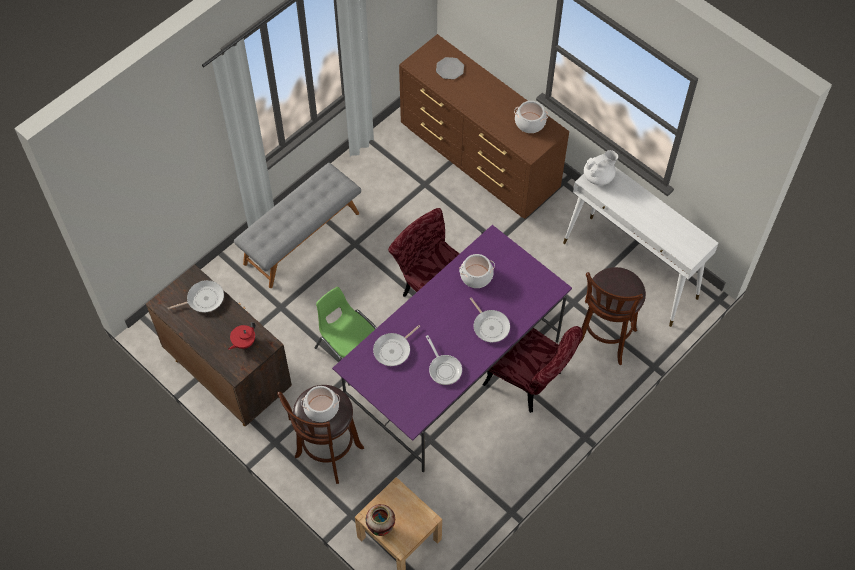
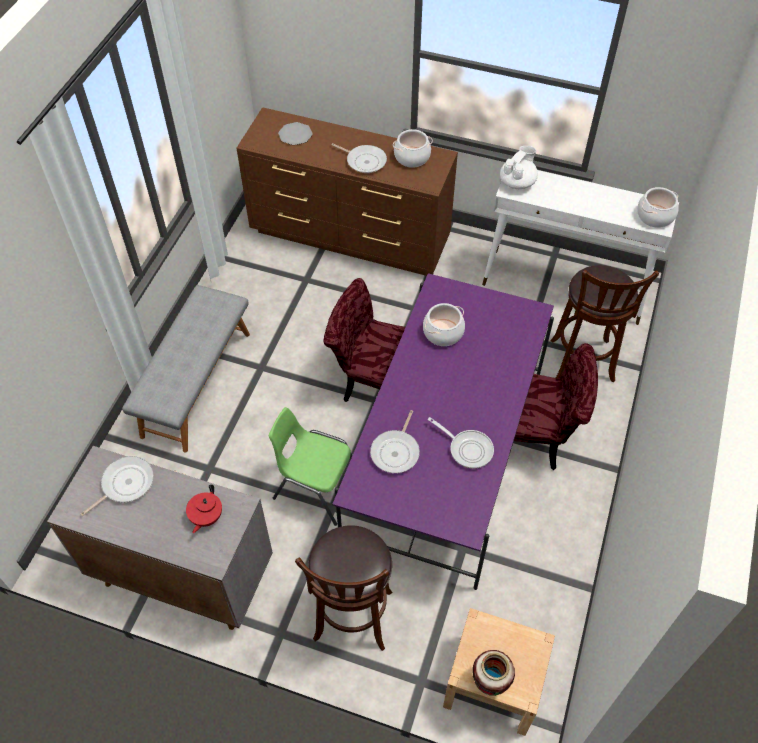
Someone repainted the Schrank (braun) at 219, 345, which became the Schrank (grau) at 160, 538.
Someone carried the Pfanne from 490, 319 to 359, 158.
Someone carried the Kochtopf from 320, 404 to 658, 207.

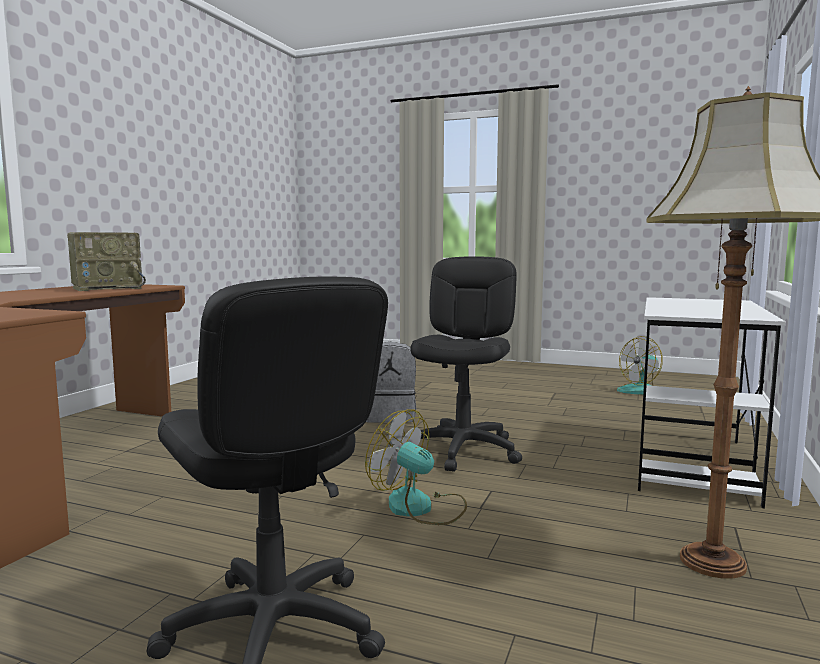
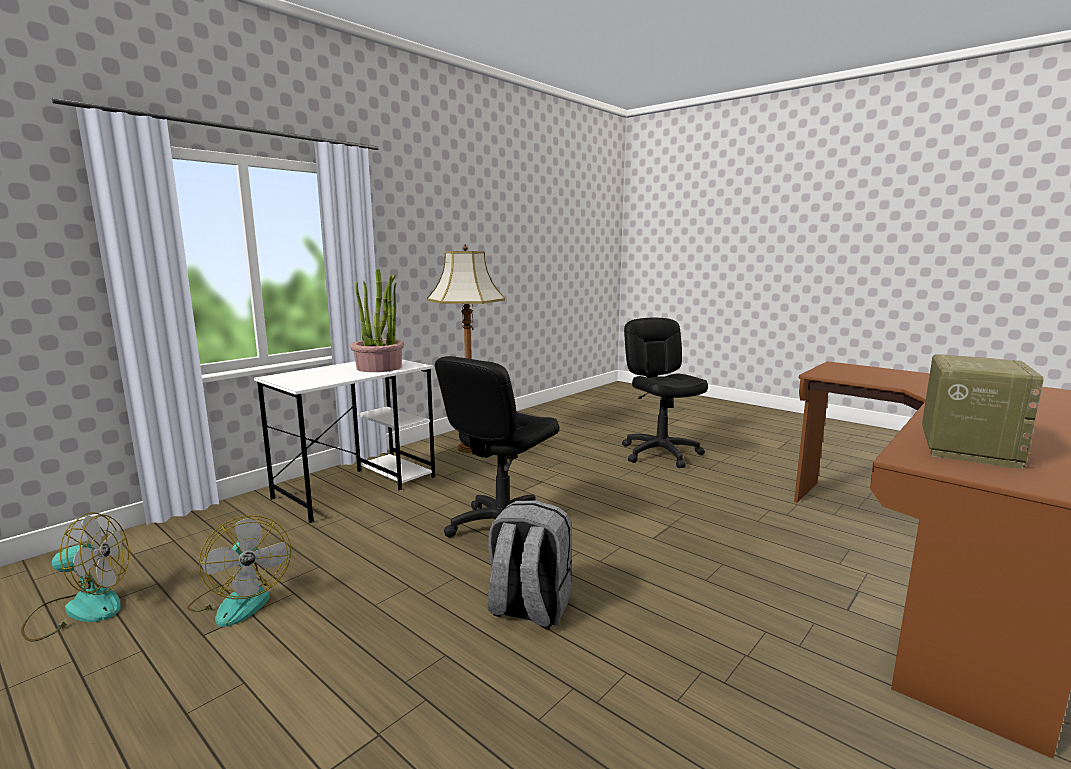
Someone rotated the Radio at 106, 261 by 135 degrees clockwise.
Someone carried the Ventilator from 416, 467 to 239, 571.
Someone put down the Topfpflanze at 377, 320.

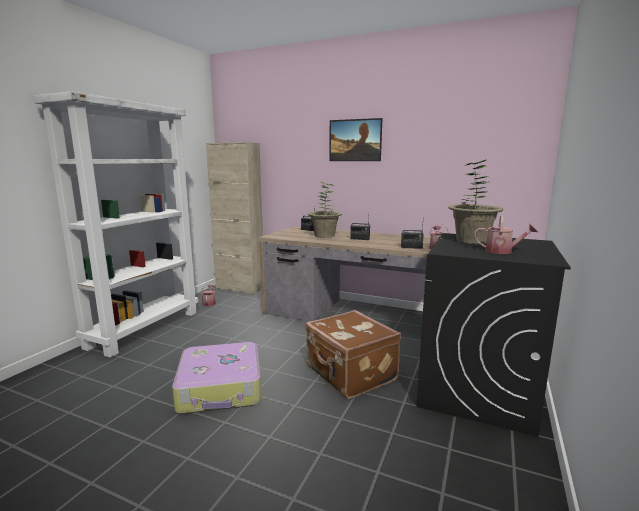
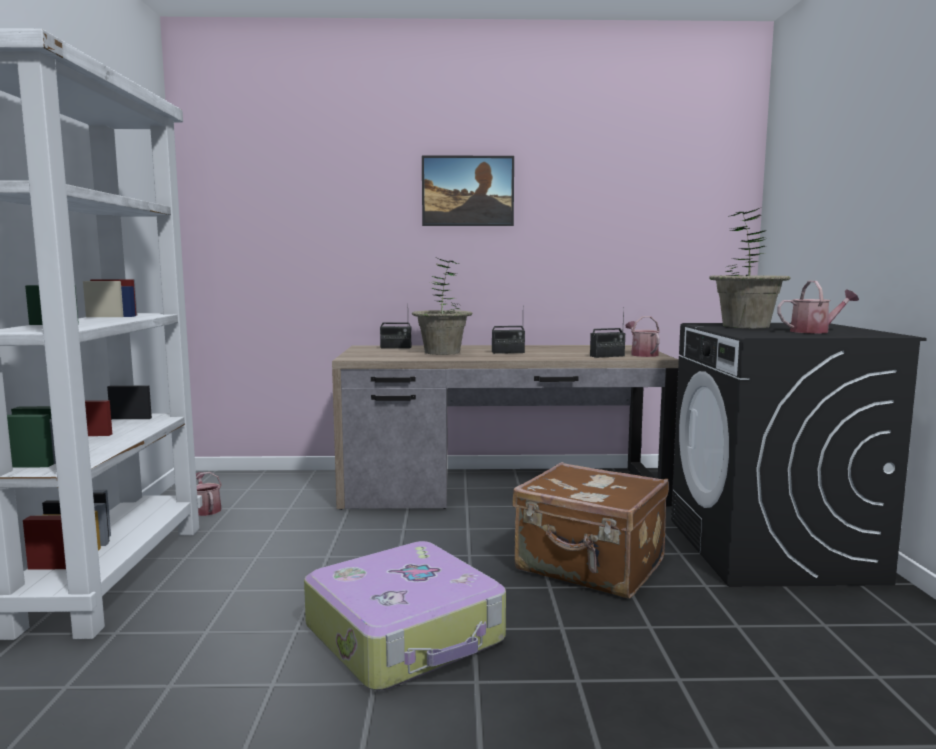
Someone took away the Schrank (beige) at 234, 218.

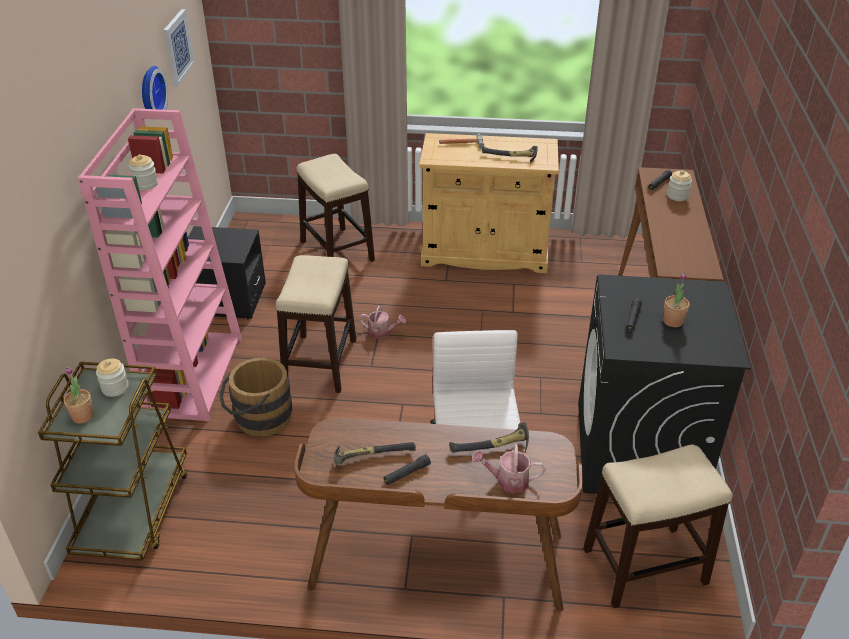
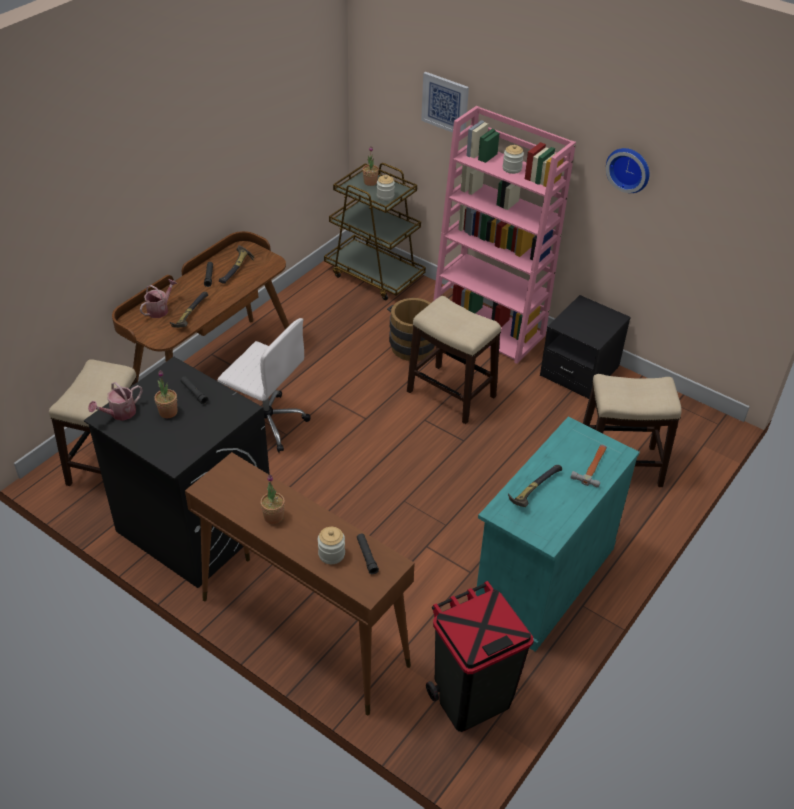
Someone carried the Bild from 179, 47 to 445, 102.
Someone repainted the Schrank (beige) at 489, 203, which became the Schrank (türkis) at 558, 534.
Someone carried the Gießkanne from 382, 322 to 115, 401.
Someone put down the Topfpflanze at 272, 499.
Someone put down the Mülleimer (schwarz) at 480, 656.

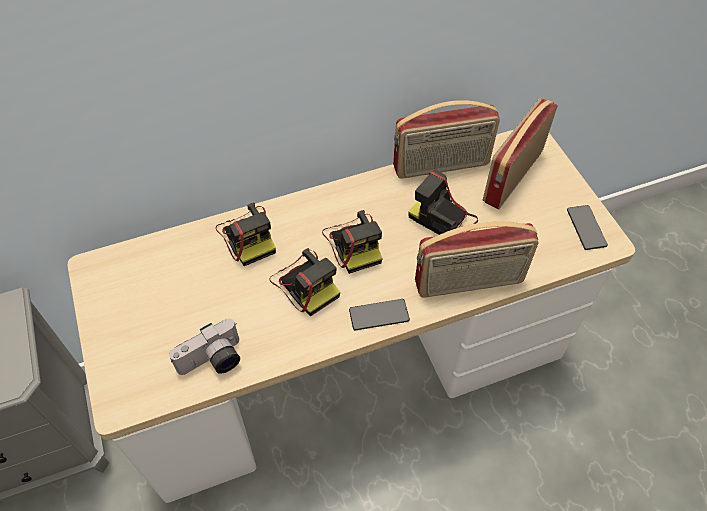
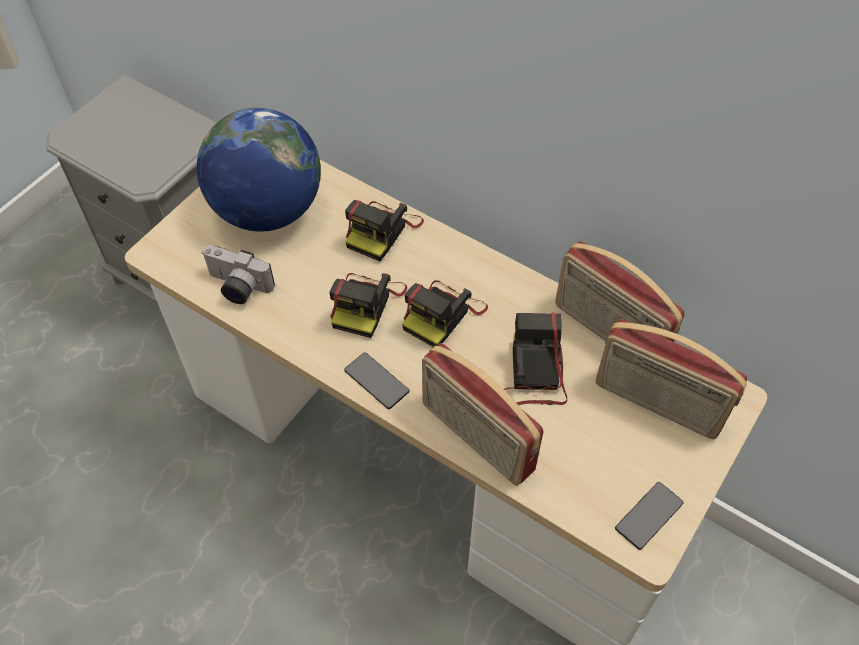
Someone rotated the Radio at 520, 154 by 150 degrees counterclockwise.
Someone put down the Globus at 259, 170.

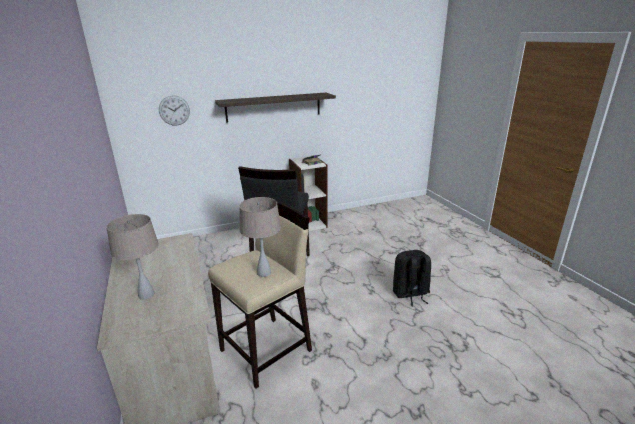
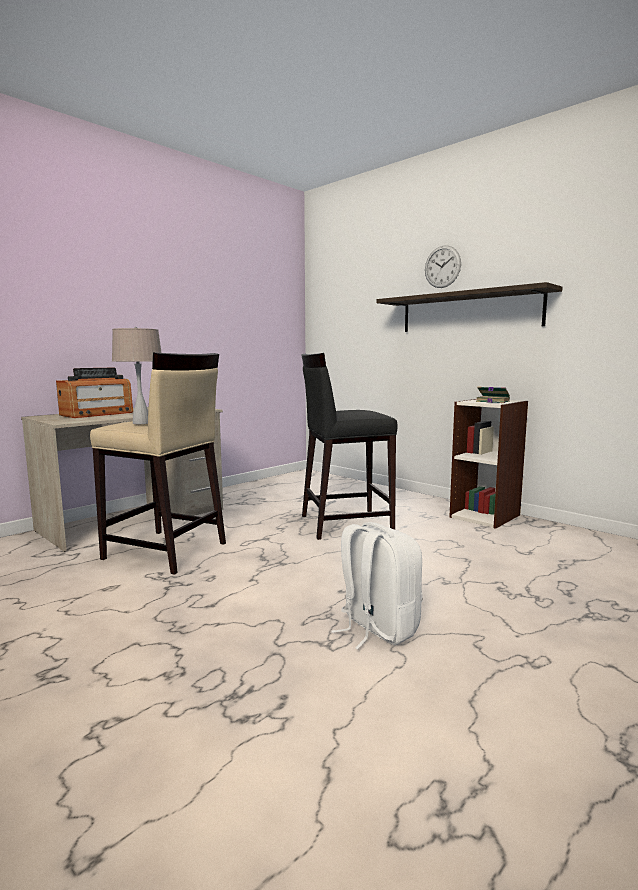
Someone carried the Wanduhr from 174, 110 to 443, 266.
Someone swapped the Tischlampe (beige) at 132, 257 for the Radio at 94, 392.
Someone repainted the Rucksack (schwarz) at 412, 278, which became the Rucksack (weiß) at 377, 586.

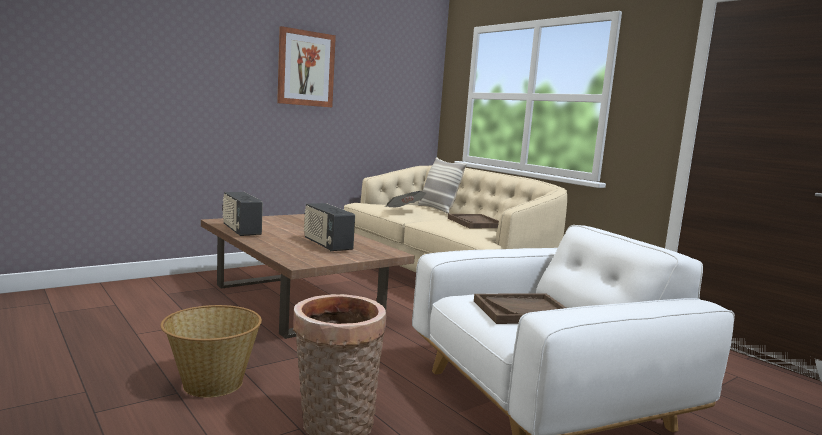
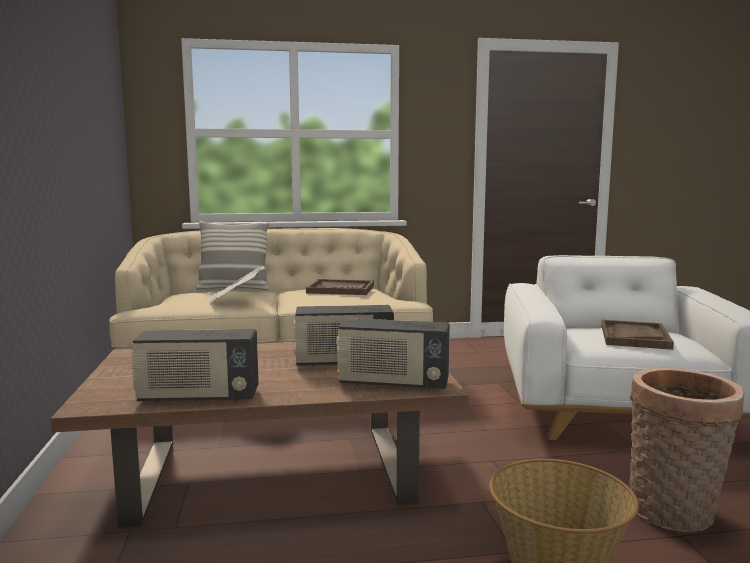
Someone took away the Bild at 306, 66.
Someone put down the Radio at 393, 354.

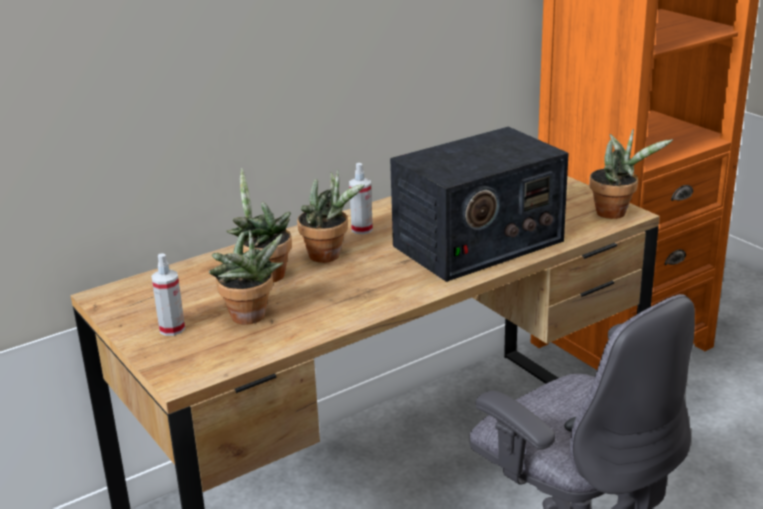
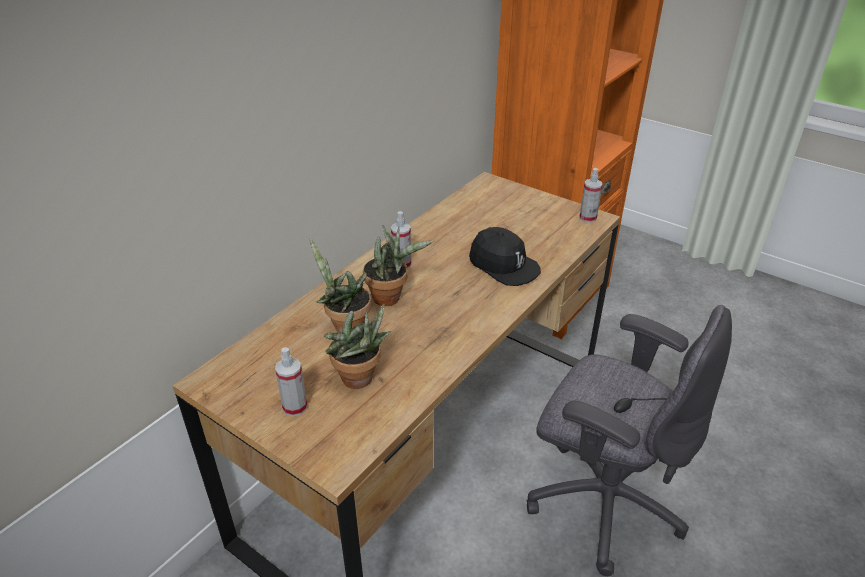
Someone swapped the Radio at 479, 204 for the Kappe (schwarz) at 505, 256.
Someone swapped the Topfpflanze at 631, 174 for the Sprühflasche at 591, 195.

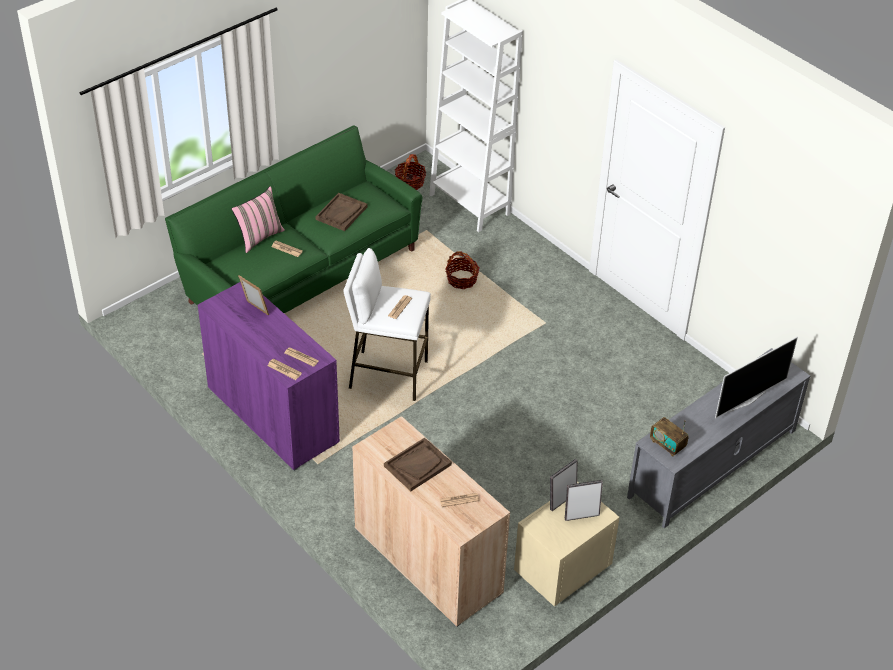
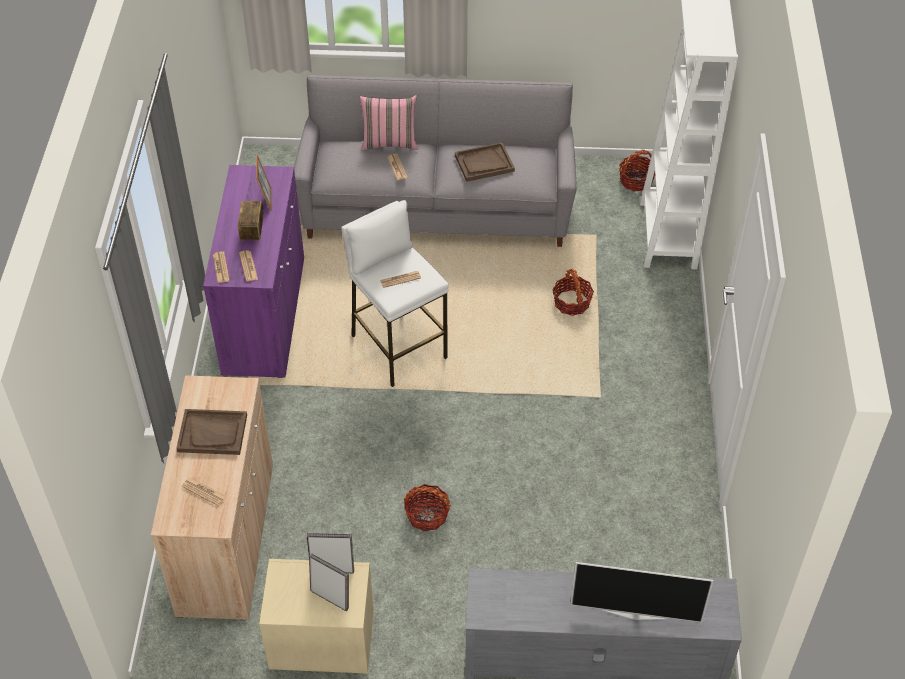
Someone repainted the Sofa (grün) at 293, 219, which became the Sofa (grau) at 435, 161.
Someone carried the Radio from 669, 437 to 251, 221.
Someone put down the Korb at 427, 507.

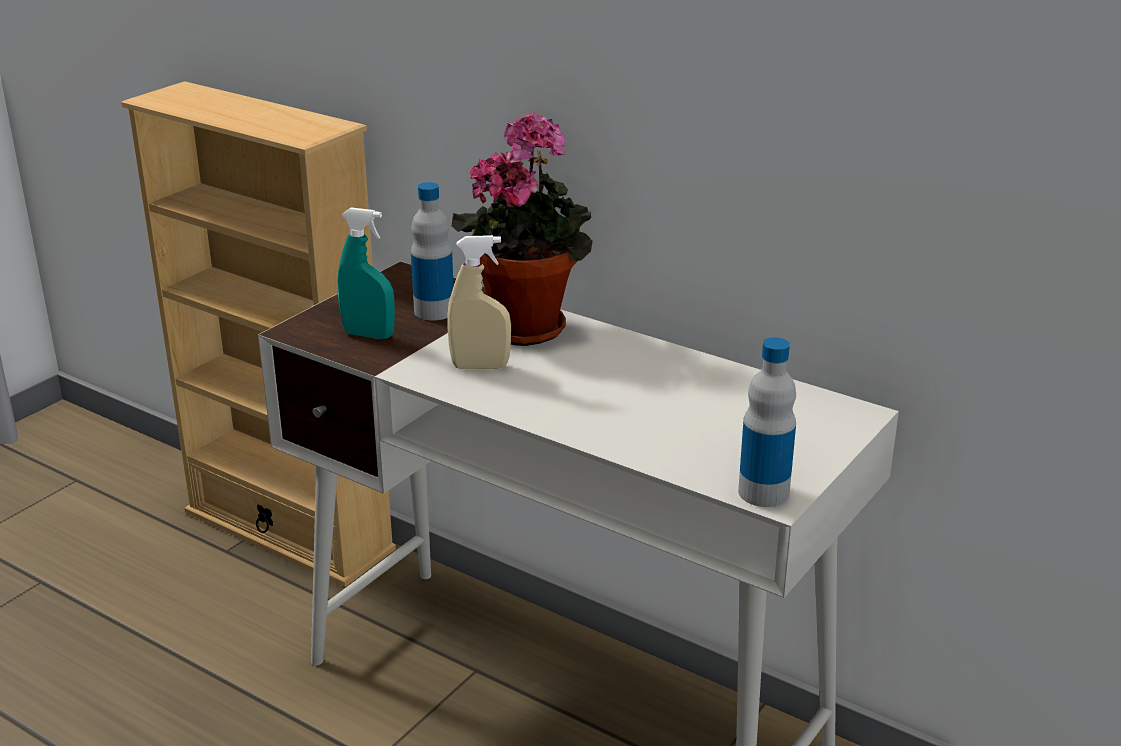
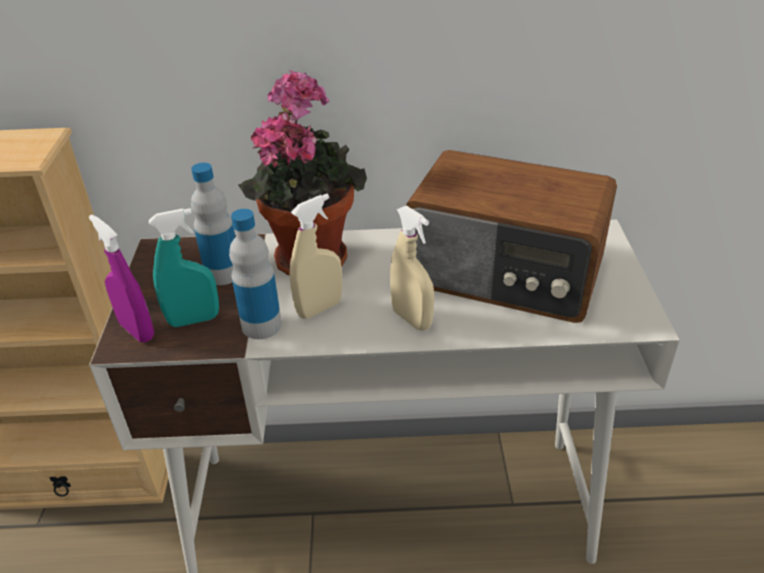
Someone carried the Flasche from 767, 422 to 255, 274.
Someone put down the Radio at 511, 236.
Someone put down the Sprühflasche (beige) at 412, 268.
Someone put down the Sprühflasche (lila) at 121, 278.

